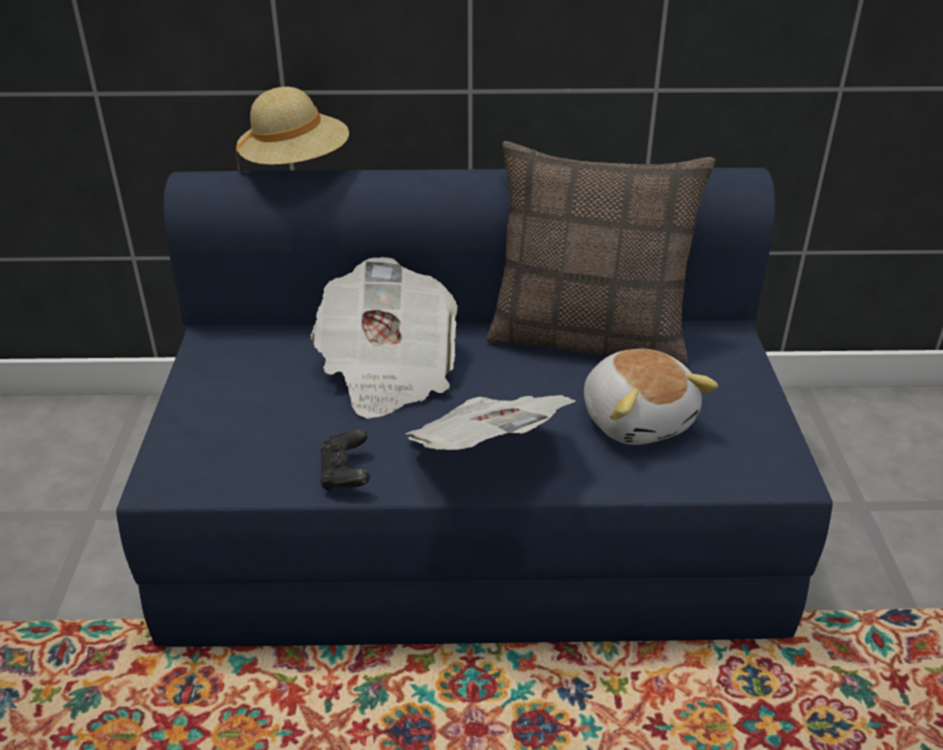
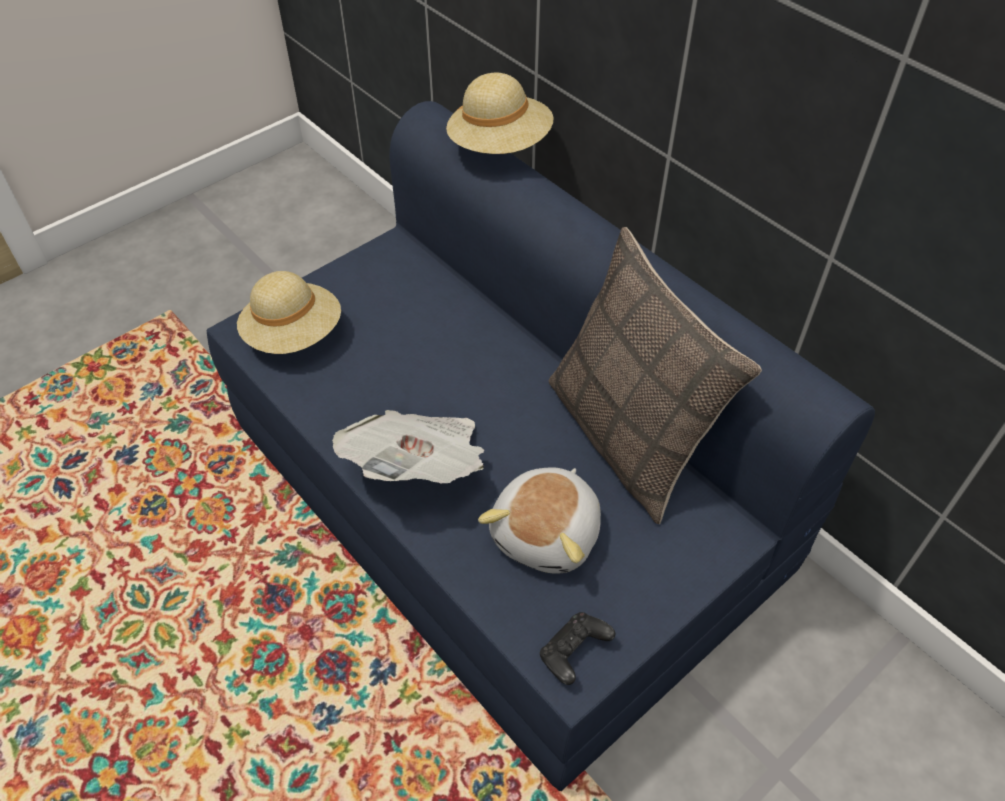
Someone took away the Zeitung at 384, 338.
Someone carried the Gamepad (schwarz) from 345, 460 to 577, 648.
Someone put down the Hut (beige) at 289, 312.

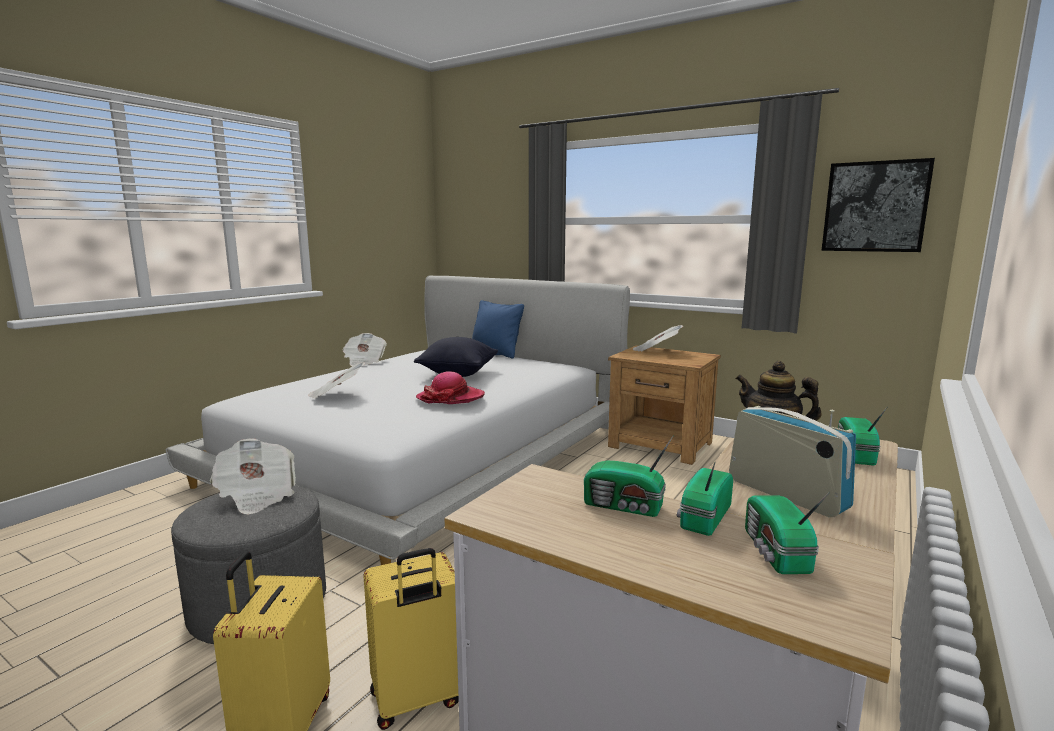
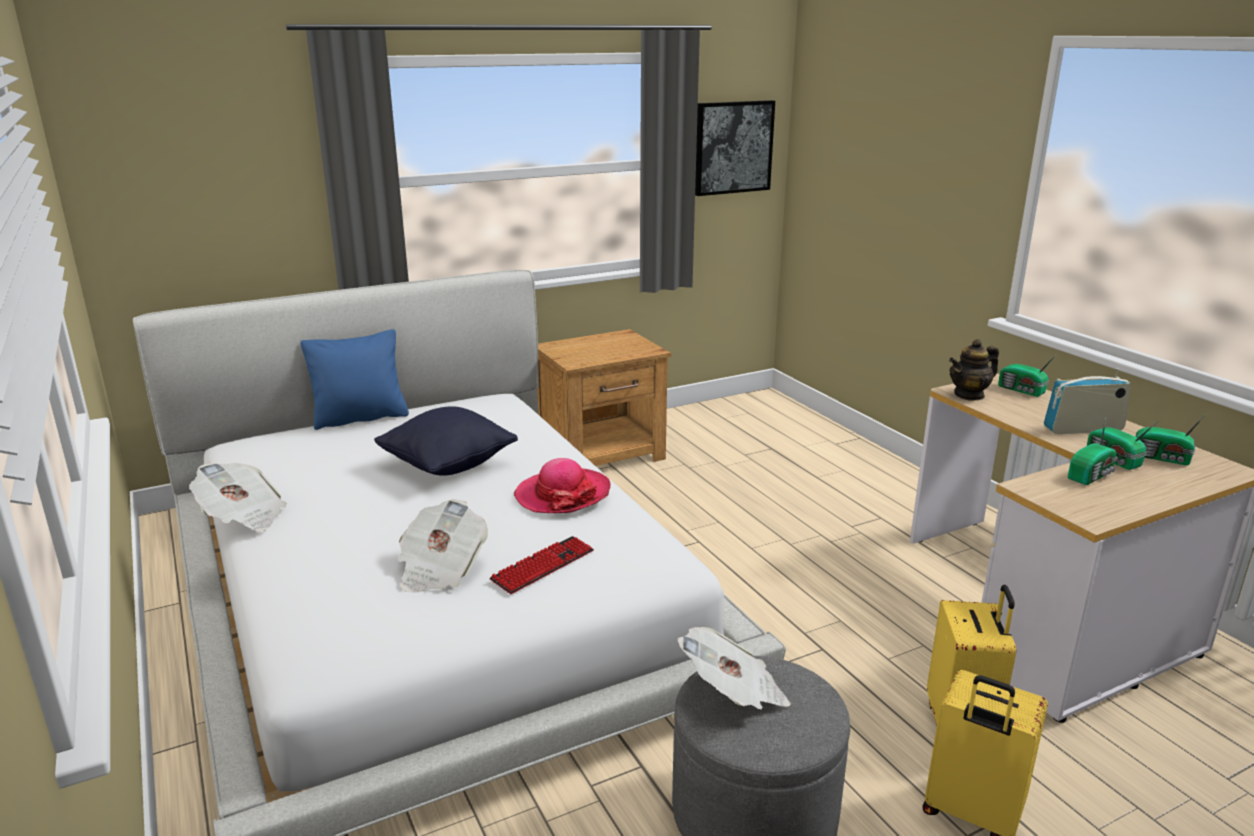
Someone took away the Zeitung at 658, 338.
Someone put down the Tastatur at 542, 565.

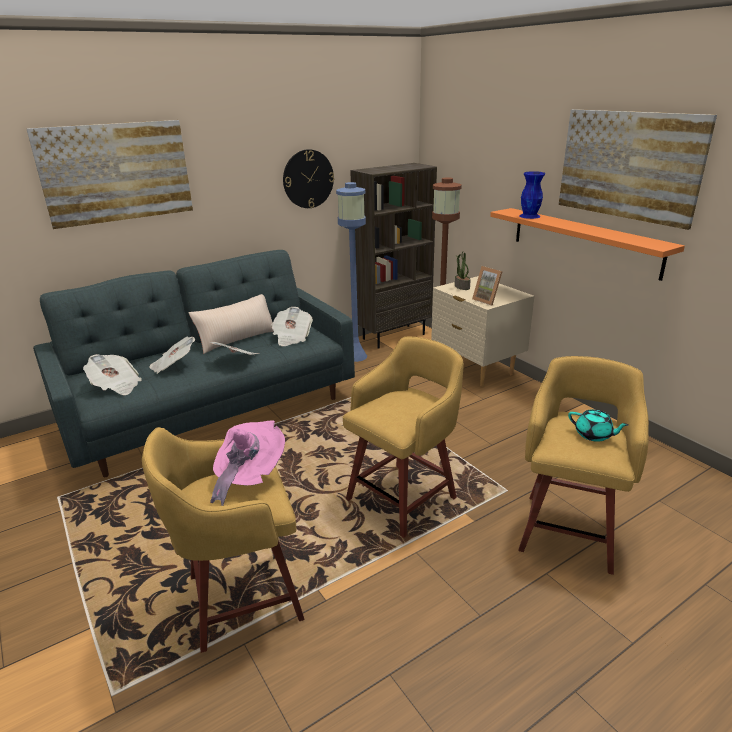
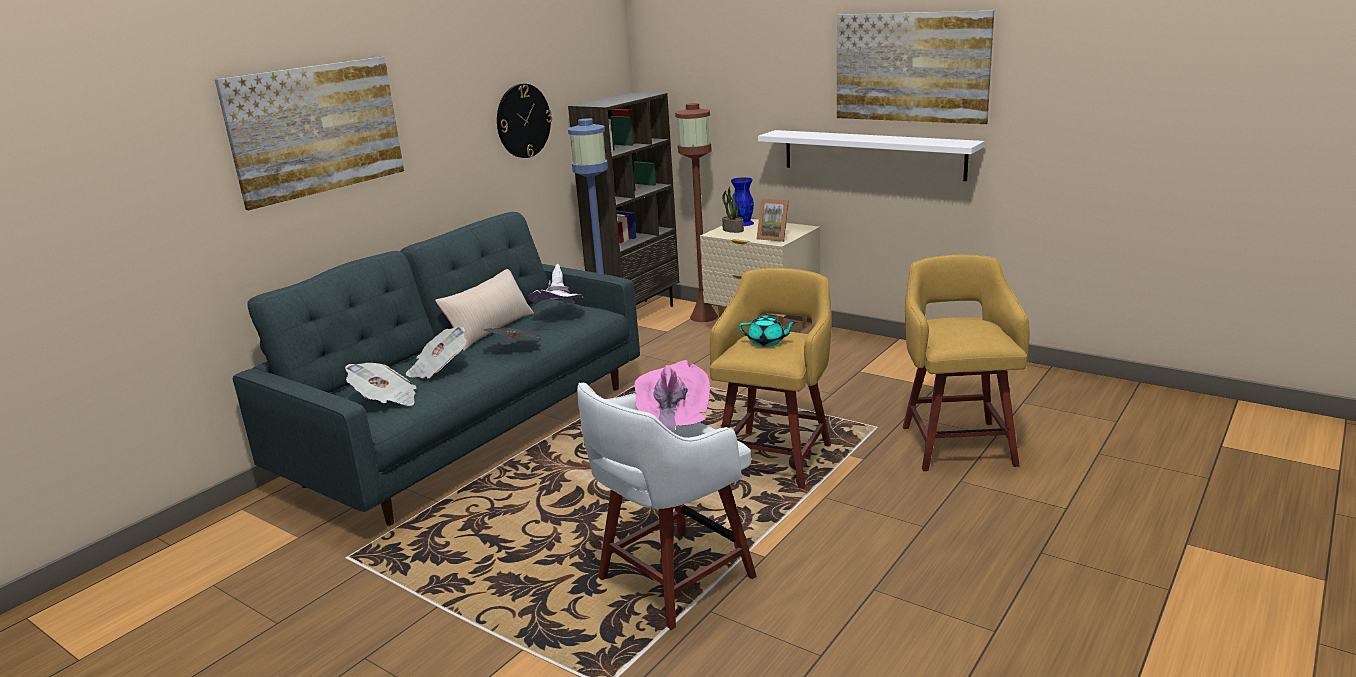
Someone carried the Vase (blau) from 532, 195 to 742, 201.
Someone repainted the Wandregal (orange) at 587, 244, which became the Wandregal (weiß) at 871, 155.
Someone swapped the Zeitung at 292, 326 for the Hut (weiß) at 556, 284.
Someone carried the Teekanne (türkis) from 598, 426 to 768, 331.
Someone repainted the Hocker (gelb) at 223, 540, which became the Hocker (weiß) at 667, 506.

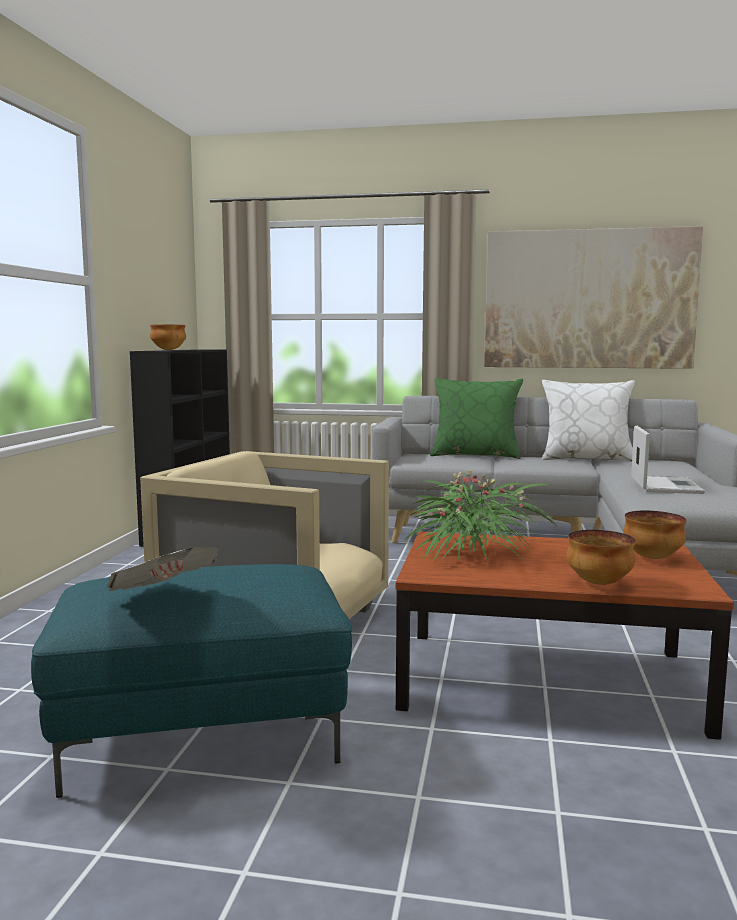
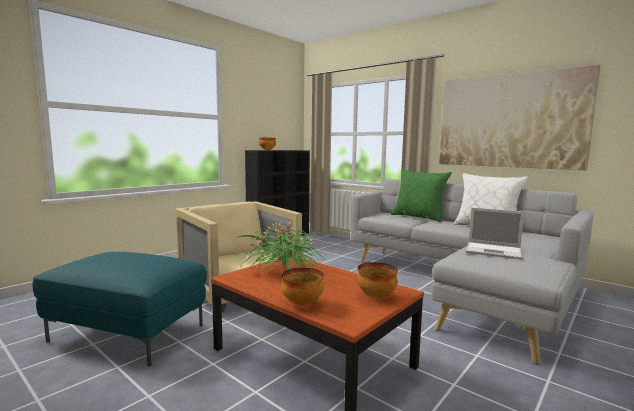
Someone rotated the Laptop at 668, 460 by 75 degrees clockwise.
Someone took away the Zeitung at 162, 569.

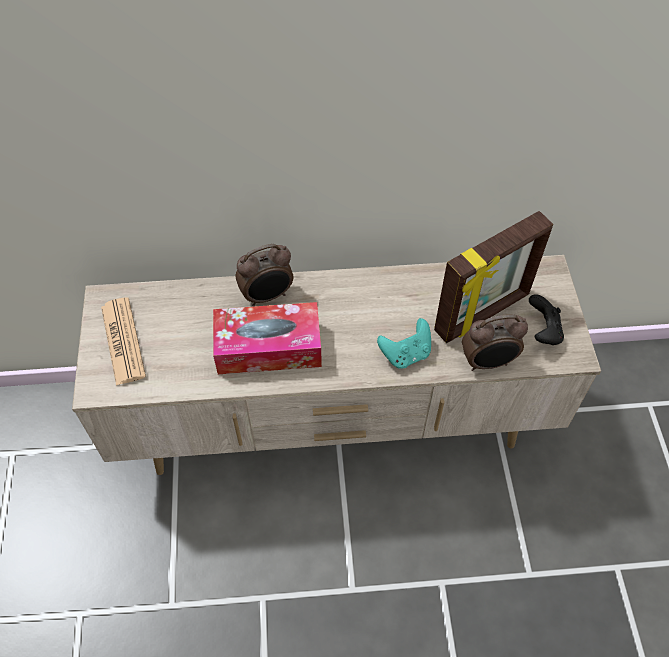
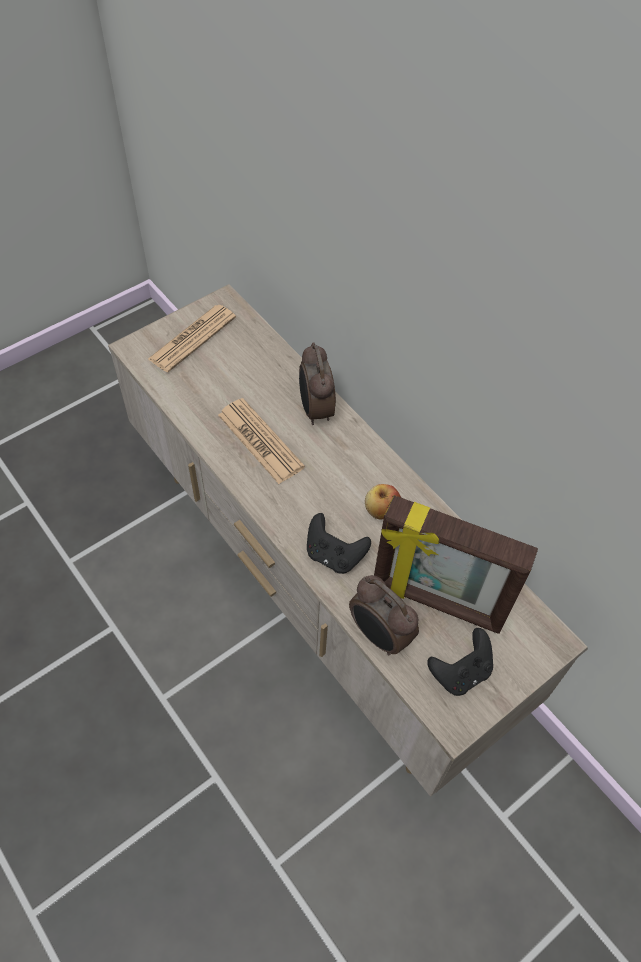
Someone rotated the Wecker at 264, 275 by 45 degrees clockwise.
Someone swapped the Taschentuchbox at 267, 338 for the Zeitung at 261, 441.
Someone repainted the Gamepad (türkis) at 404, 343, which became the Gamepad (schwarz) at 339, 543.
Someone put down the Apfel at 383, 501.

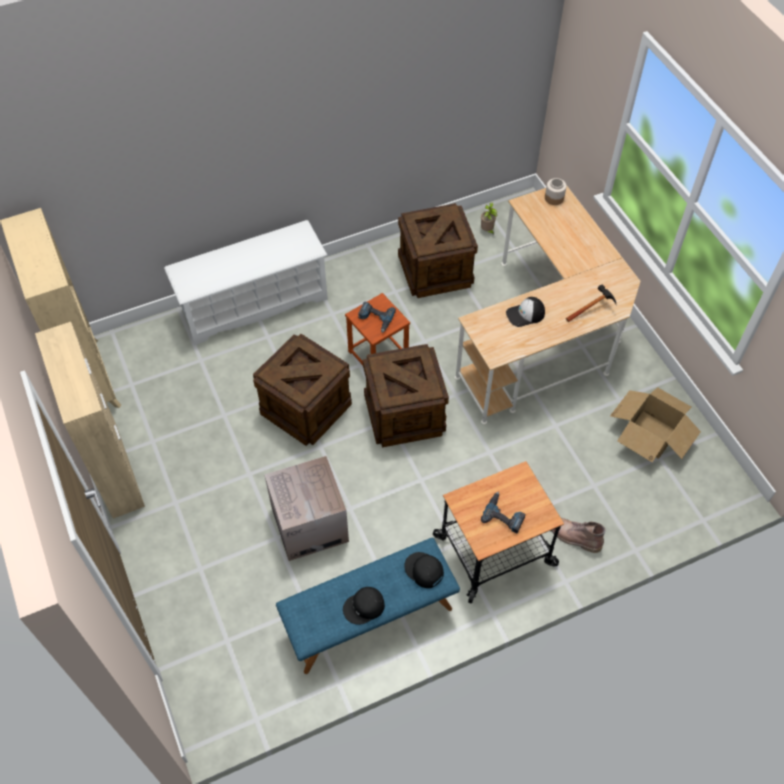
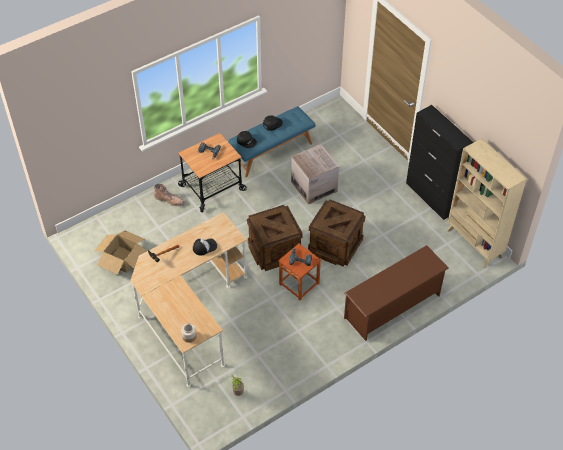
Someone took away the Kiste at 438, 250.
Someone repainted the Schuhregal (weiß) at 246, 282, which became the Schuhregal (braun) at 396, 293.
Someone repainted the Schrank (beige) at 90, 420, which became the Schrank (schwarz) at 439, 162.

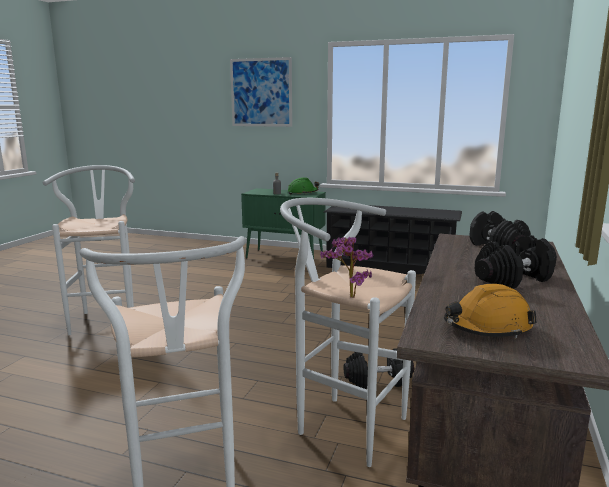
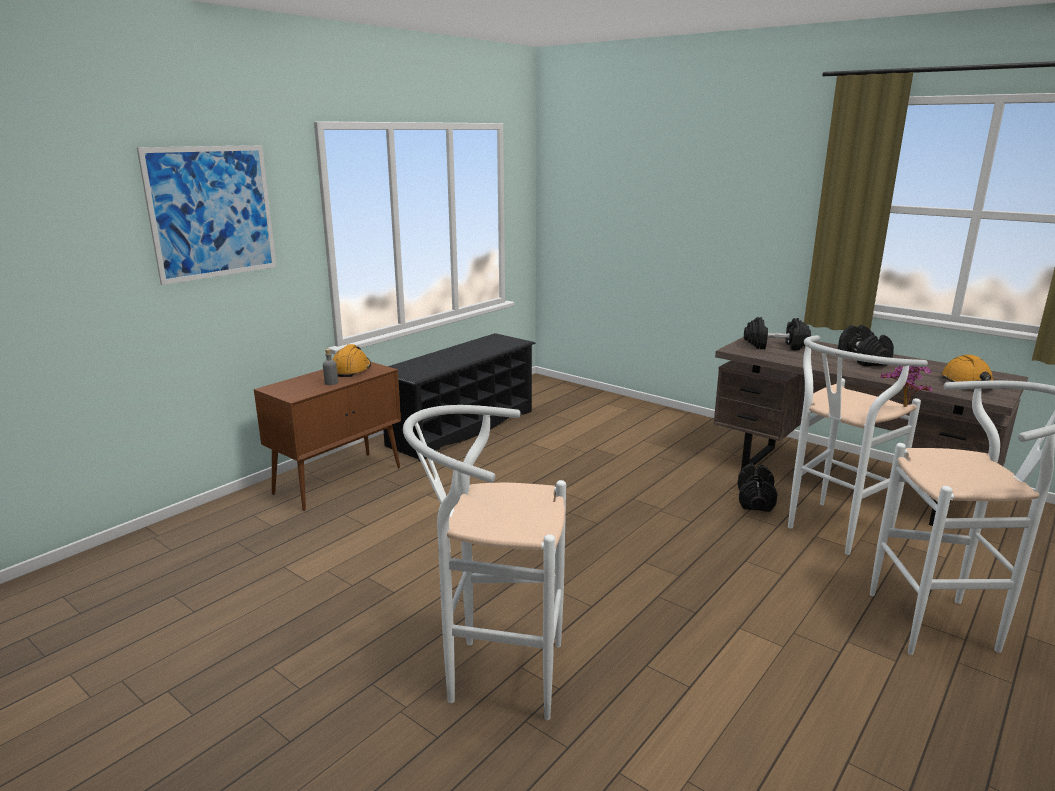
Someone repainted the Schutzhelm (grün) at 303, 186, which became the Schutzhelm (orange) at 352, 360.
Someone repainted the Schrank (grün) at 283, 223, which became the Schrank (braun) at 327, 436.

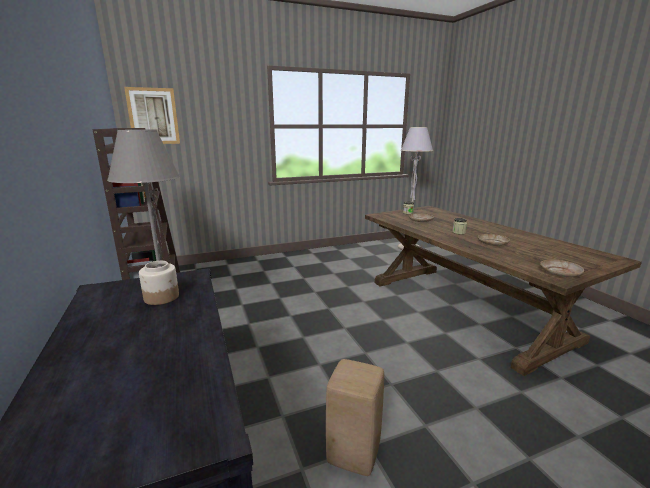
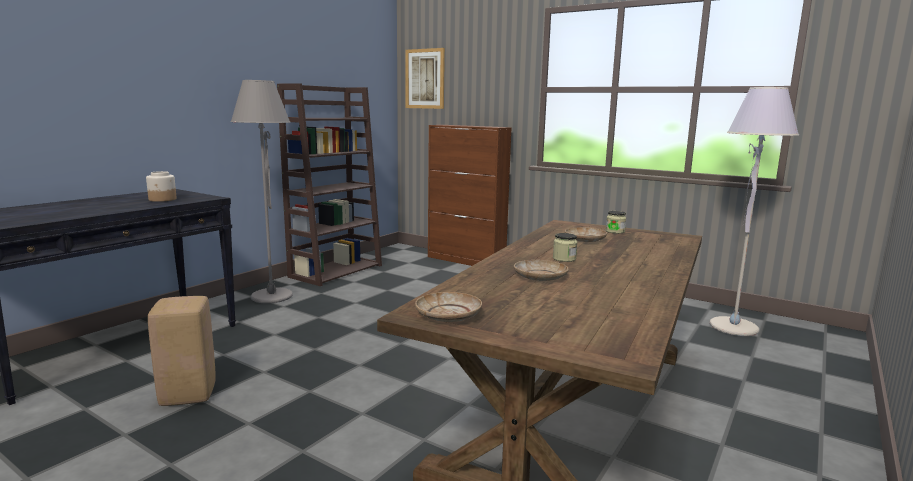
Someone put down the Schrank (braun) at 470, 195.

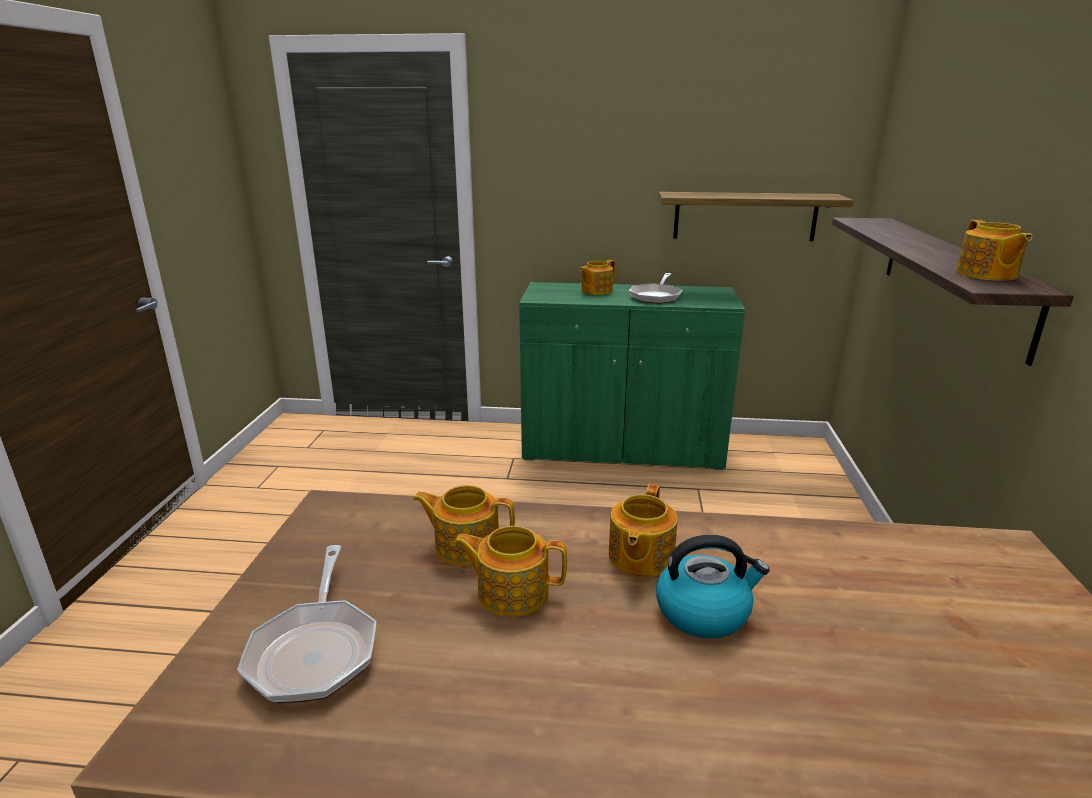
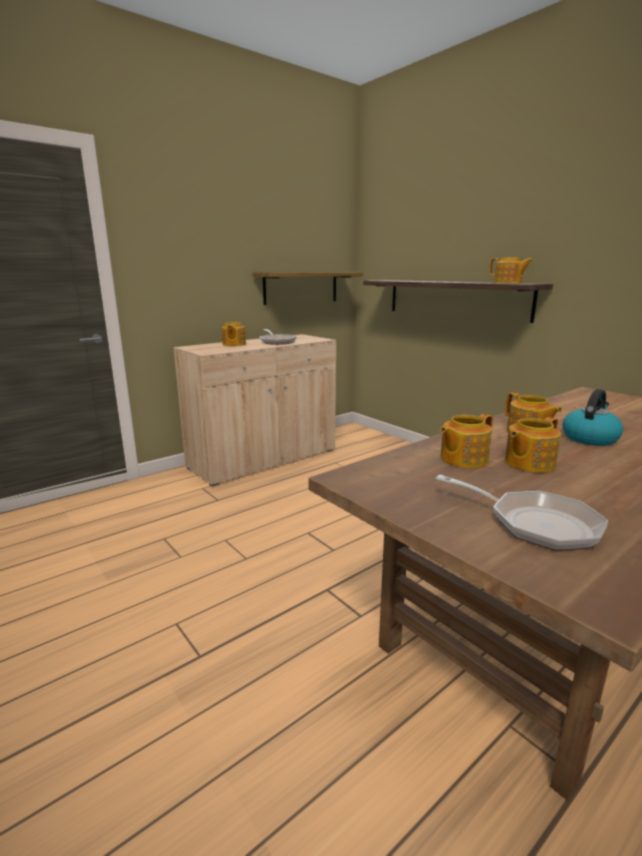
Someone repainted the Schrank (grün) at 632, 376, which became the Schrank (beige) at 254, 410.

